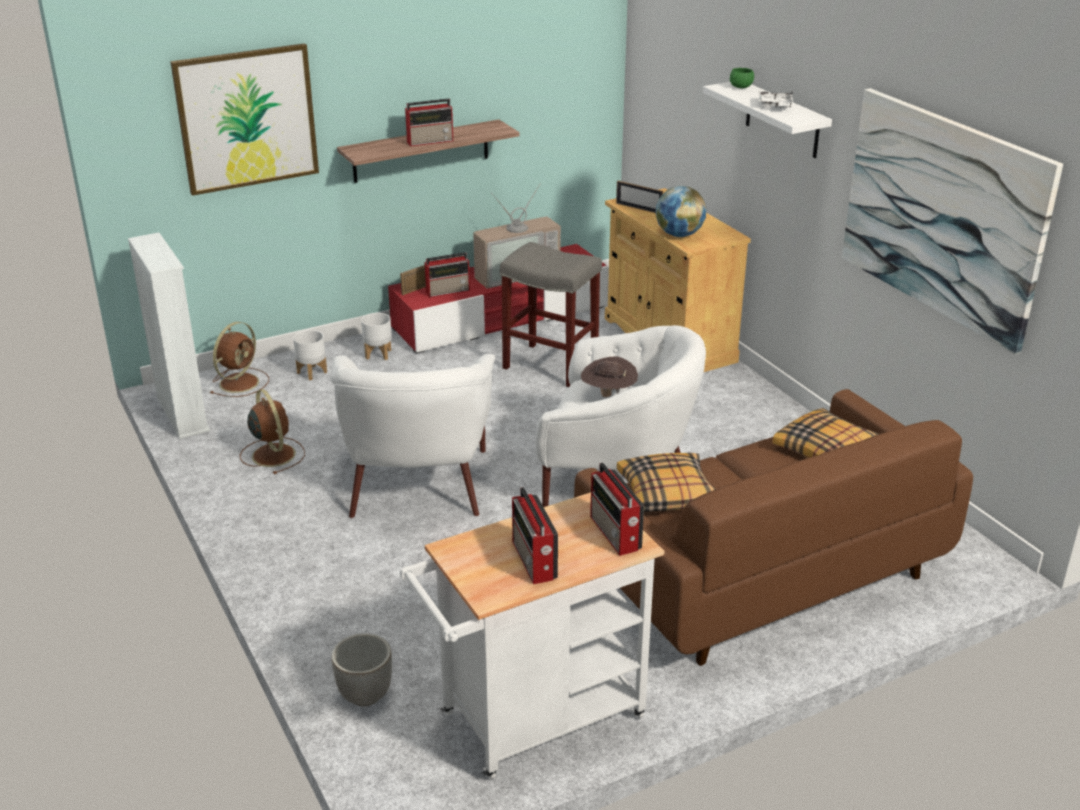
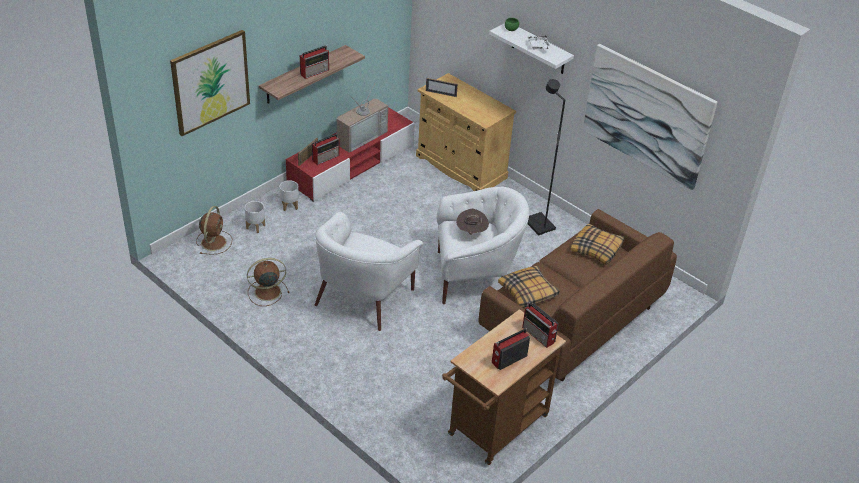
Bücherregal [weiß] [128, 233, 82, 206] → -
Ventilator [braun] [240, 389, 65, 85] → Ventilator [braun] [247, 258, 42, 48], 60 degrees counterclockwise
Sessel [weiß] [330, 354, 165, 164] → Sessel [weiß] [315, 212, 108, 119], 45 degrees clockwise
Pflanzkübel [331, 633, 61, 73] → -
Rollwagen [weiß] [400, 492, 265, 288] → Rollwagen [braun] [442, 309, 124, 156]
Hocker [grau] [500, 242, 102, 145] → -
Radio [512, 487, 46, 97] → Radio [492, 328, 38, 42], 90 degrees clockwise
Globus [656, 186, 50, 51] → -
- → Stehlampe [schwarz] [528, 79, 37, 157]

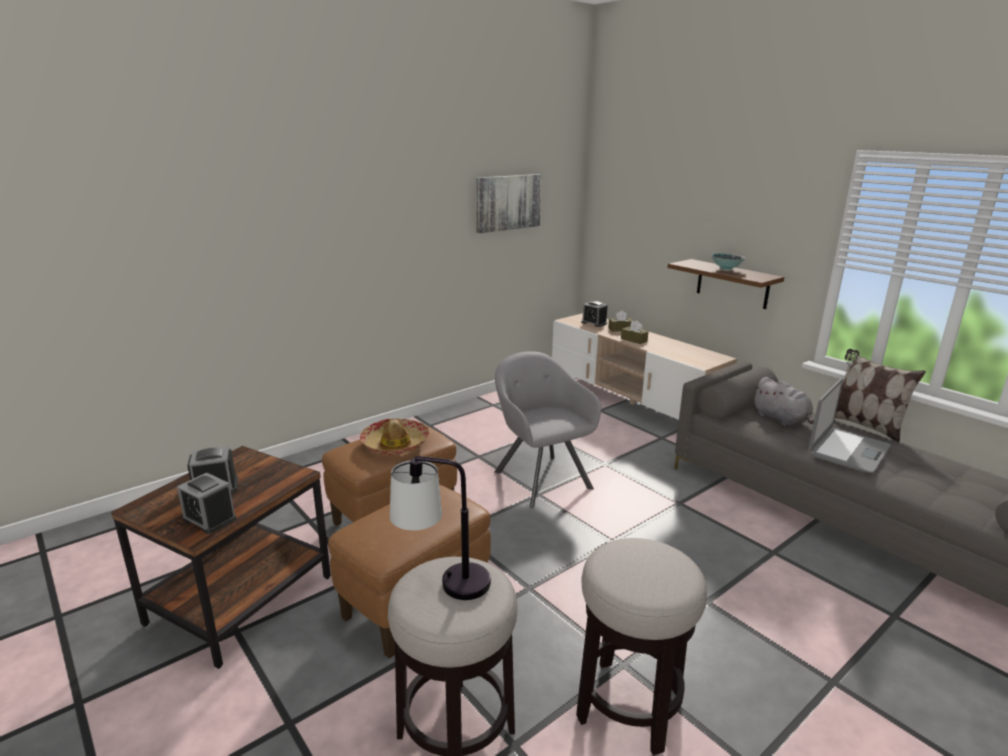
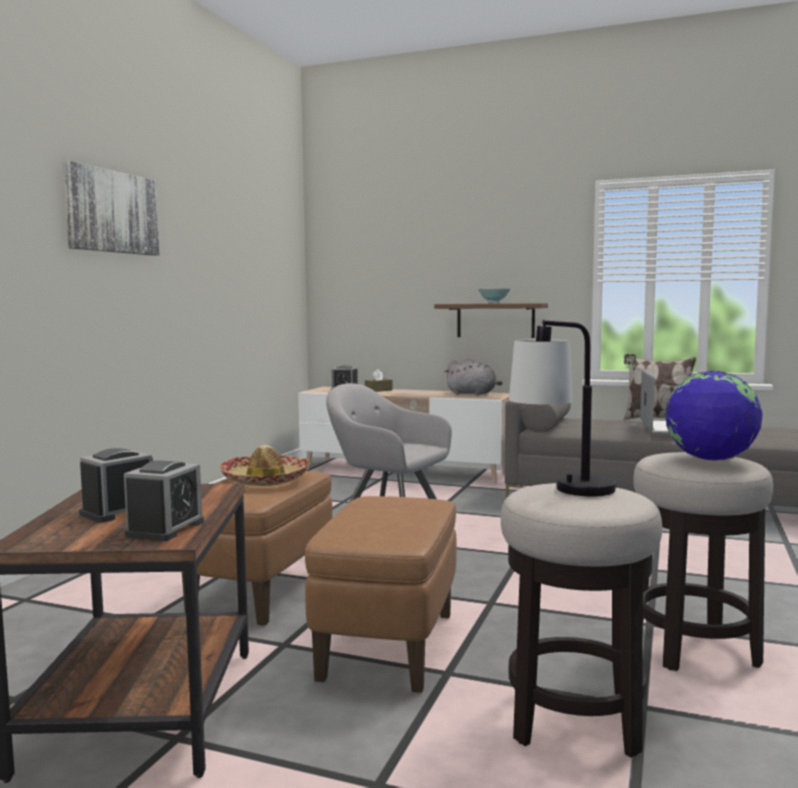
Wecker [177, 473, 59, 61] → Wecker [124, 460, 80, 81], 75 degrees counterclockwise
Bild [476, 174, 66, 59] → Bild [63, 161, 97, 95], moved
Taschentuchbox [braun] [621, 320, 27, 24] → -
Plüschtier [grau] [753, 377, 61, 49] → Plüschtier [grau] [444, 359, 58, 37], moved
- → Globus [665, 371, 97, 90]

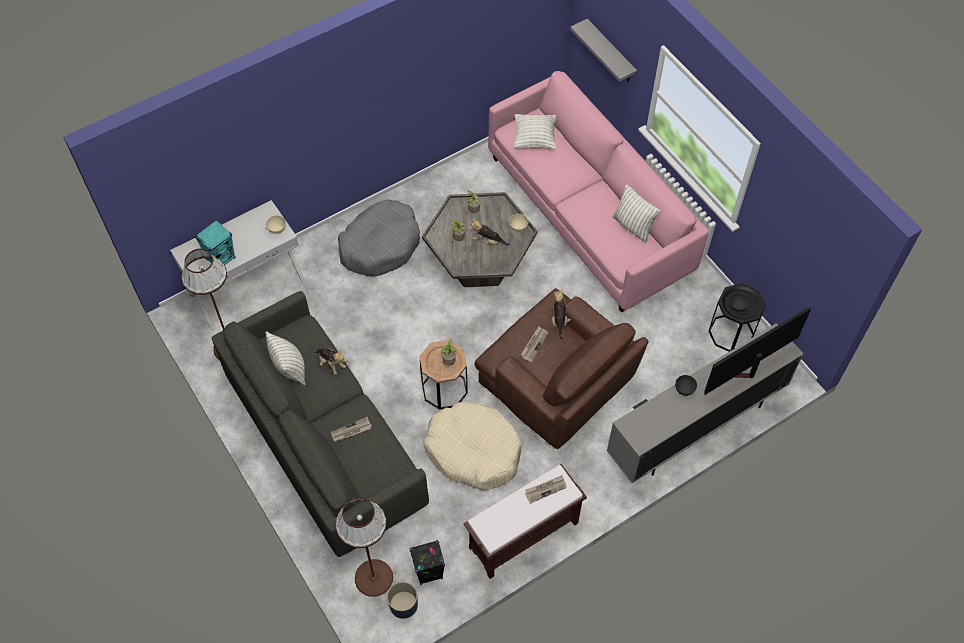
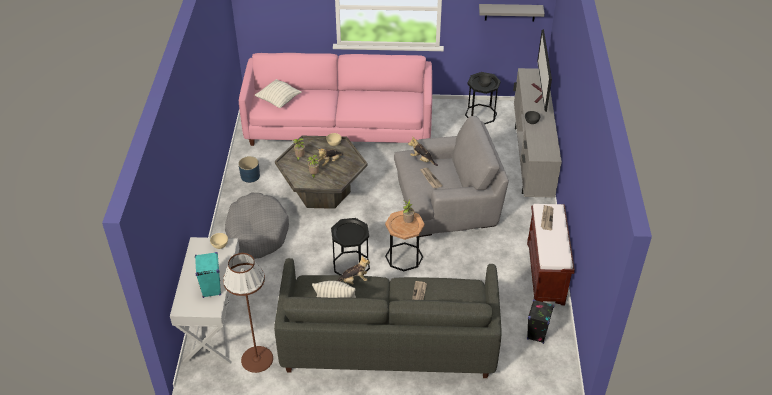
Stehlampe [braun] [336, 497, 57, 100] → -
Pflanzkübel [blau] [387, 582, 31, 37] → Pflanzkübel [blau] [238, 156, 22, 27], moved
Hundebett [beige] [424, 401, 98, 89] → -
Sessel [braun] [475, 288, 174, 161] → Sessel [grau] [394, 116, 115, 122]
Wandregal [grau] [570, 19, 67, 63] → Wandregal [grau] [479, 4, 66, 17], moved
Kissen [612, 184, 48, 59] → -
- → Beistelltisch [schwarz] [331, 218, 39, 57]

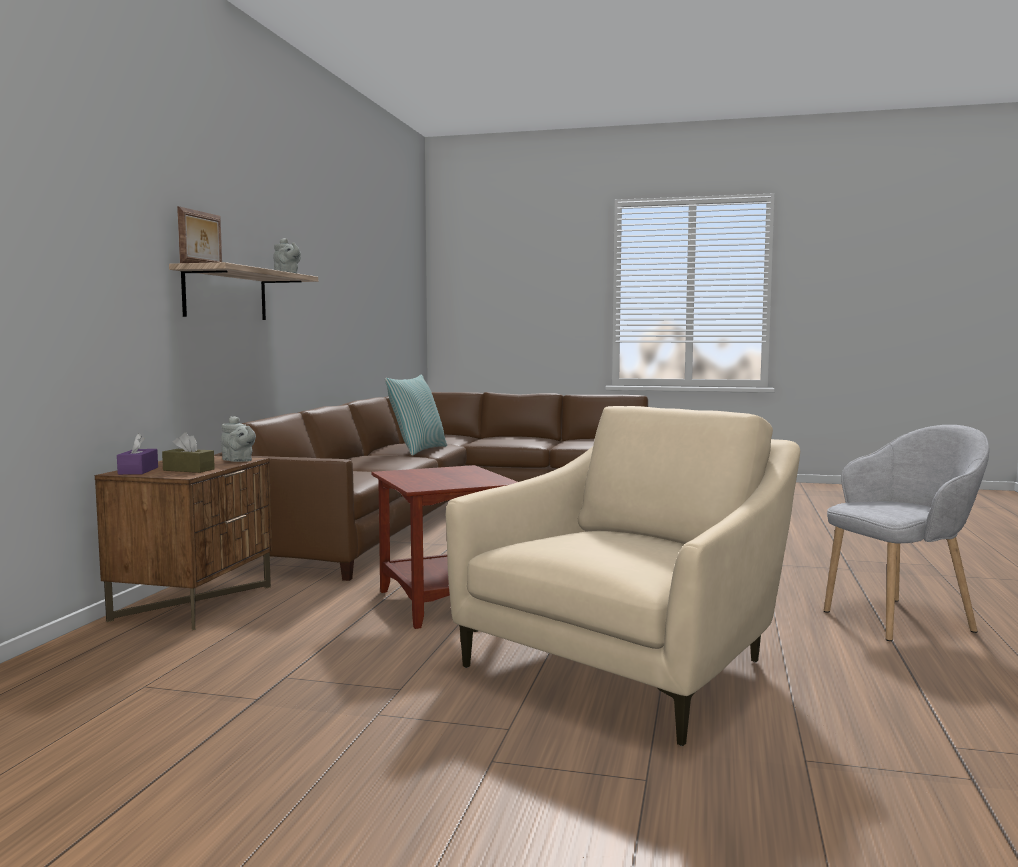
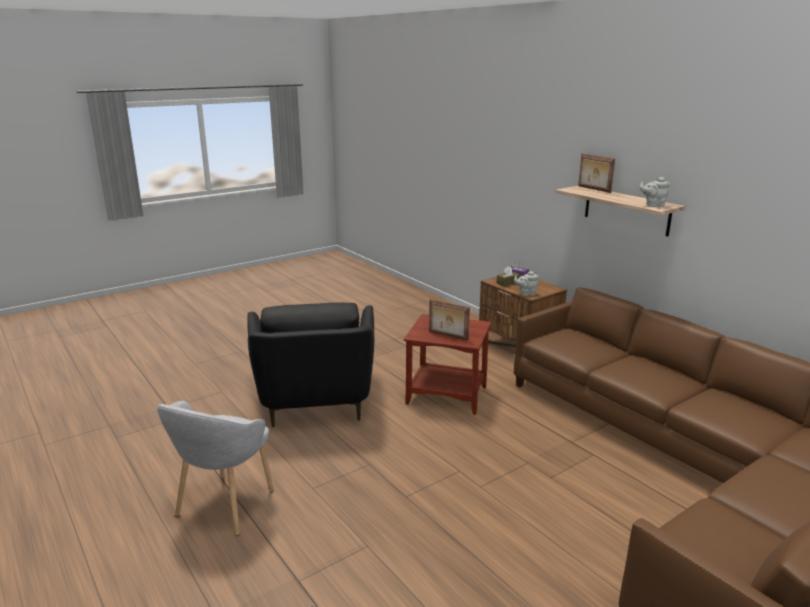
Kissen [385, 375, 62, 81] → -
Sessel [beige] [446, 406, 354, 340] → Sessel [schwarz] [247, 302, 127, 125]
- → Bilderrahmen [429, 299, 41, 41]

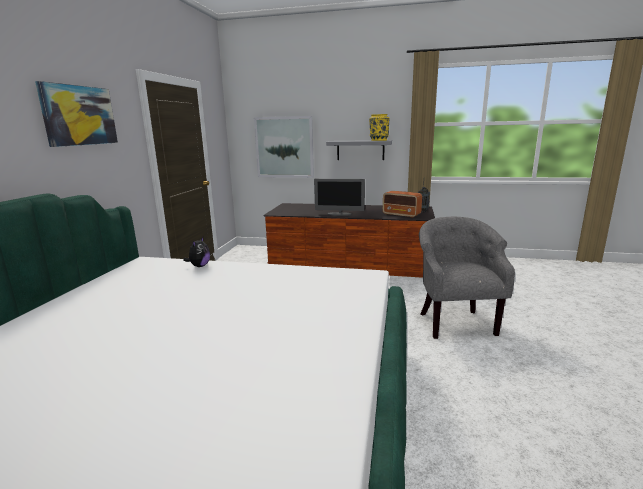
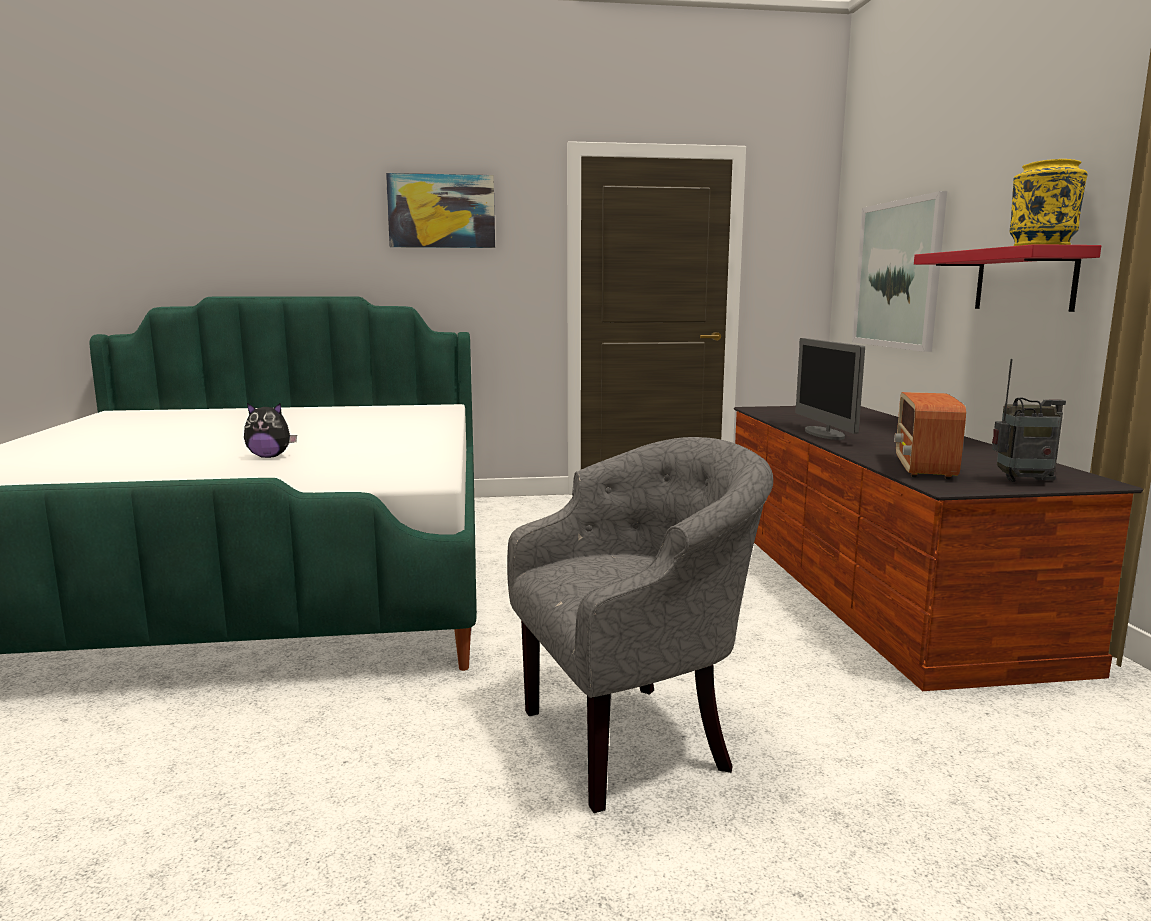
Plüschtier [183, 237, 27, 30] → Plüschtier [244, 403, 53, 55], moved
Wandregal [grau] [326, 140, 66, 20] → Wandregal [rot] [914, 244, 187, 68]

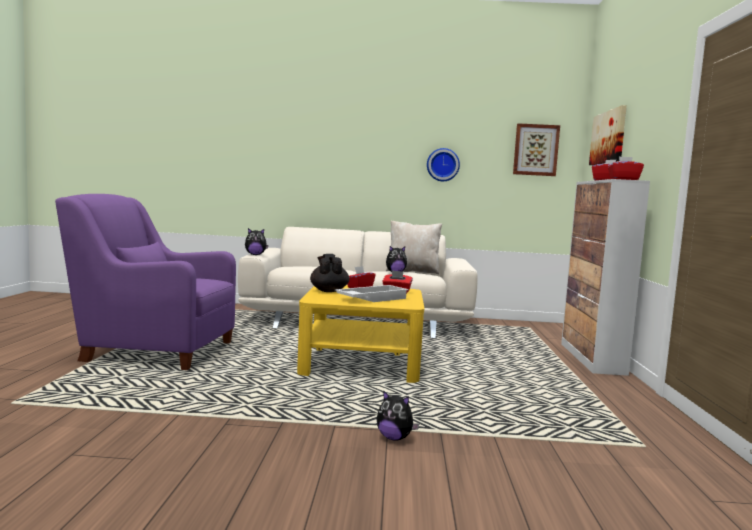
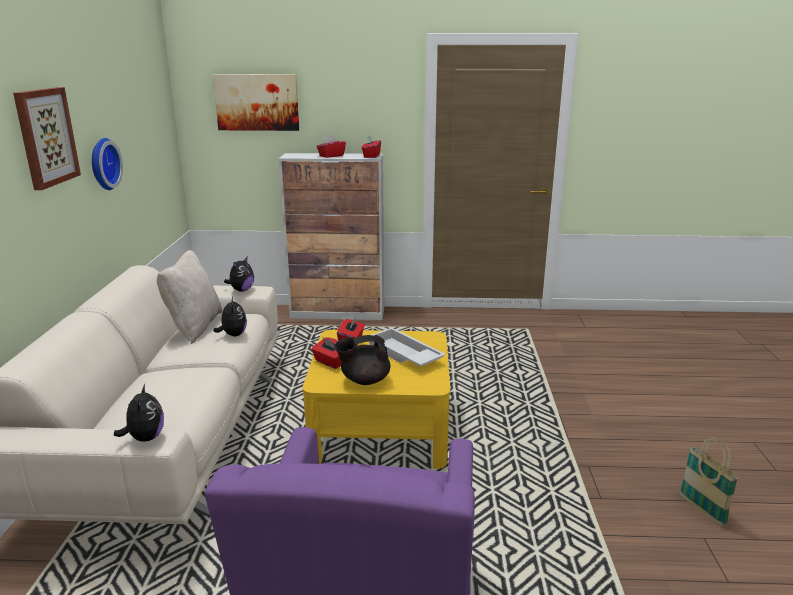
Plüschtier [377, 390, 42, 51] → Plüschtier [224, 257, 30, 35], moved
Bild [513, 123, 47, 53] → Bild [13, 87, 68, 103], moved
- → Korb [679, 437, 60, 89]

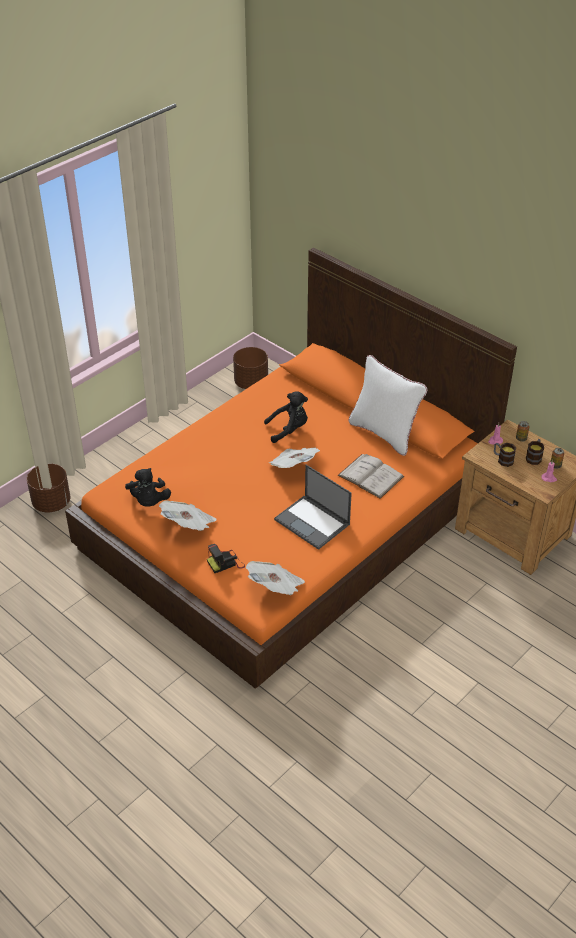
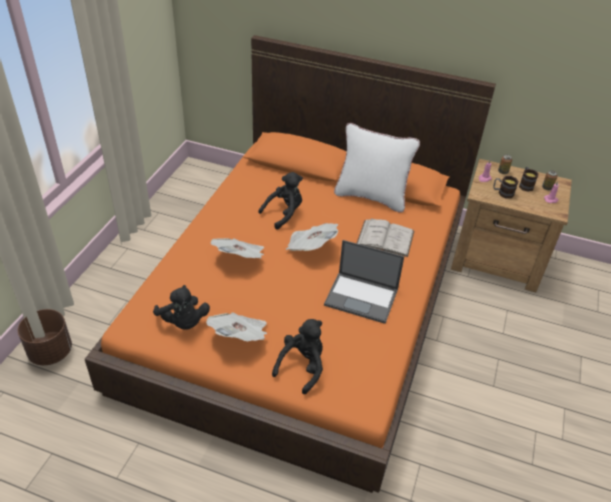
Kamera [207, 544, 38, 29] → Plüschtier [schwarz] [272, 319, 51, 75]
Pflanzkübel [braun] [233, 347, 35, 42] → -
Zeitung [246, 561, 59, 34] → Zeitung [211, 238, 53, 21], moved

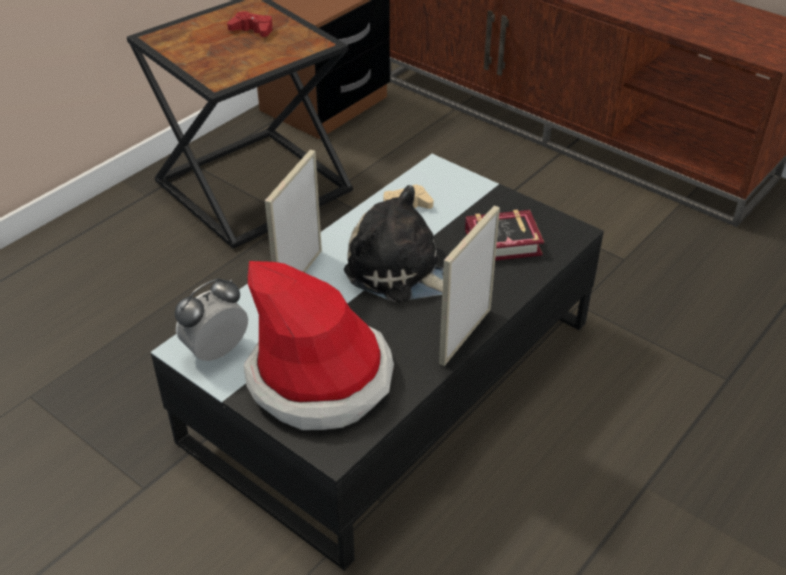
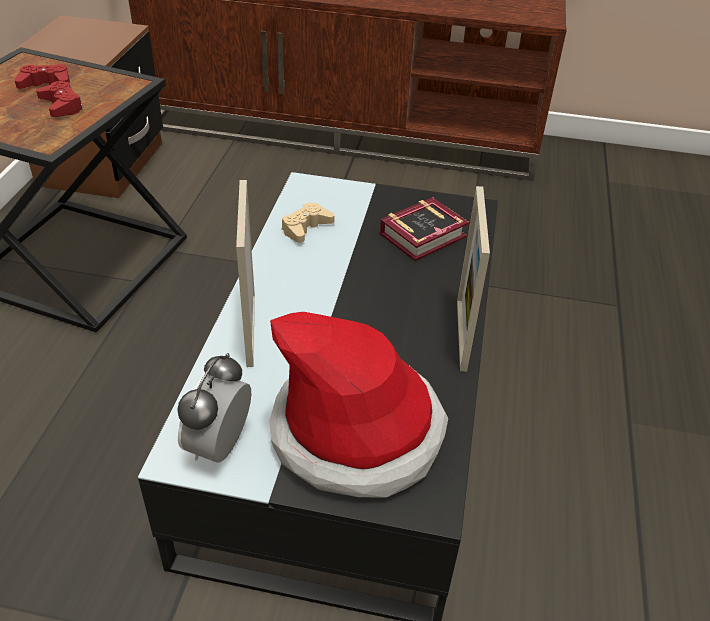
Plüschtier [344, 185, 103, 117] → -
- → Gamepad [rot] [36, 81, 48, 36]

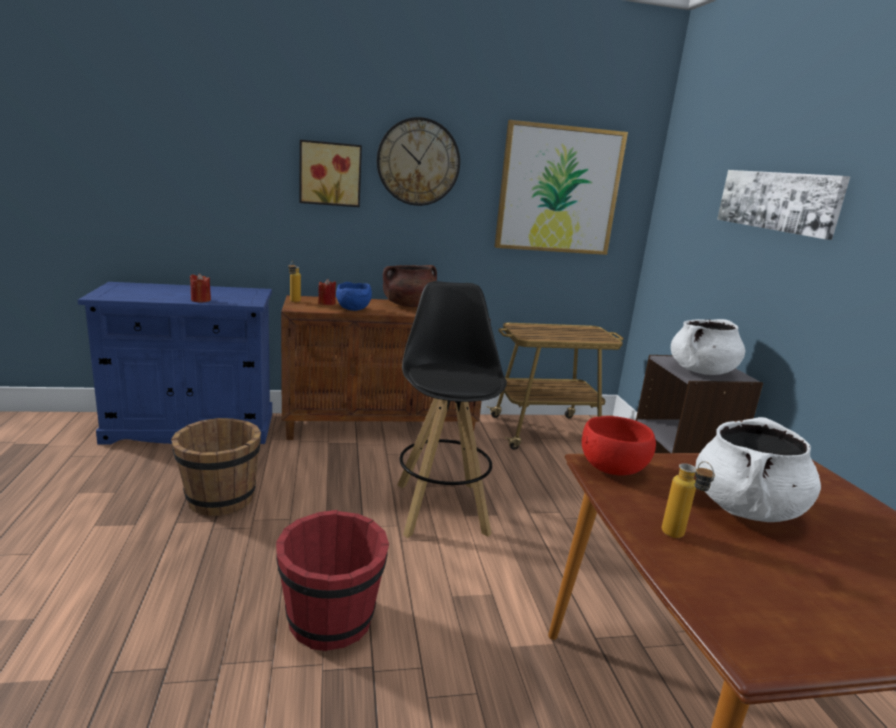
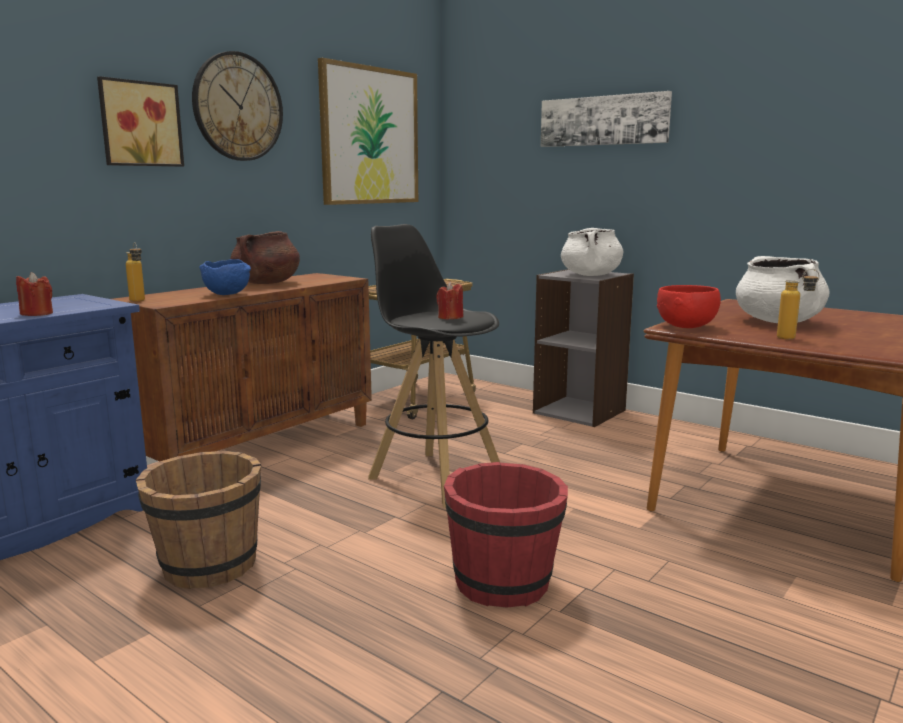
Kerze [rot] [318, 279, 18, 26] → Kerze [rot] [436, 282, 27, 38], moved

